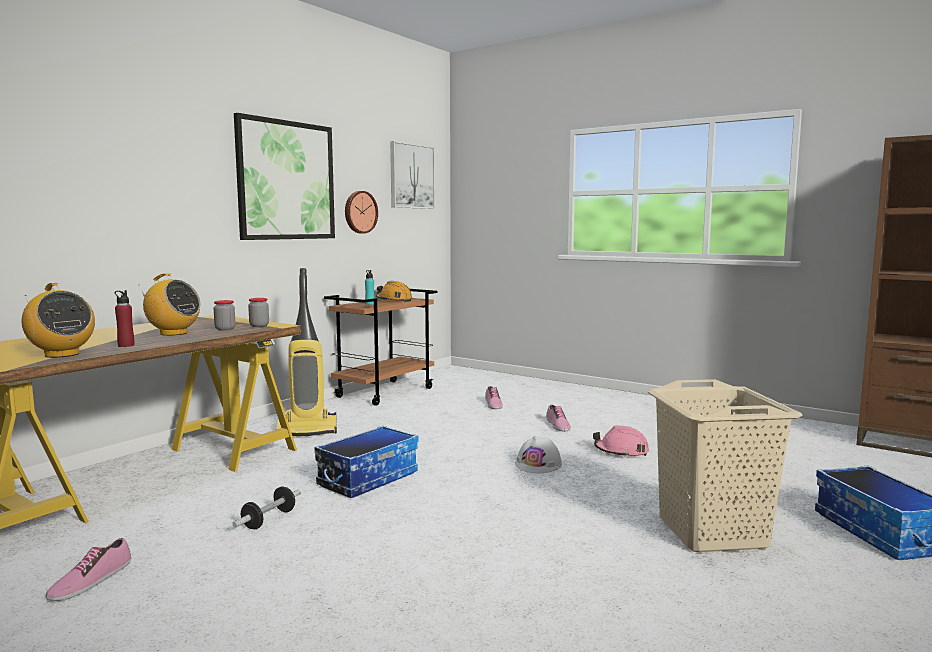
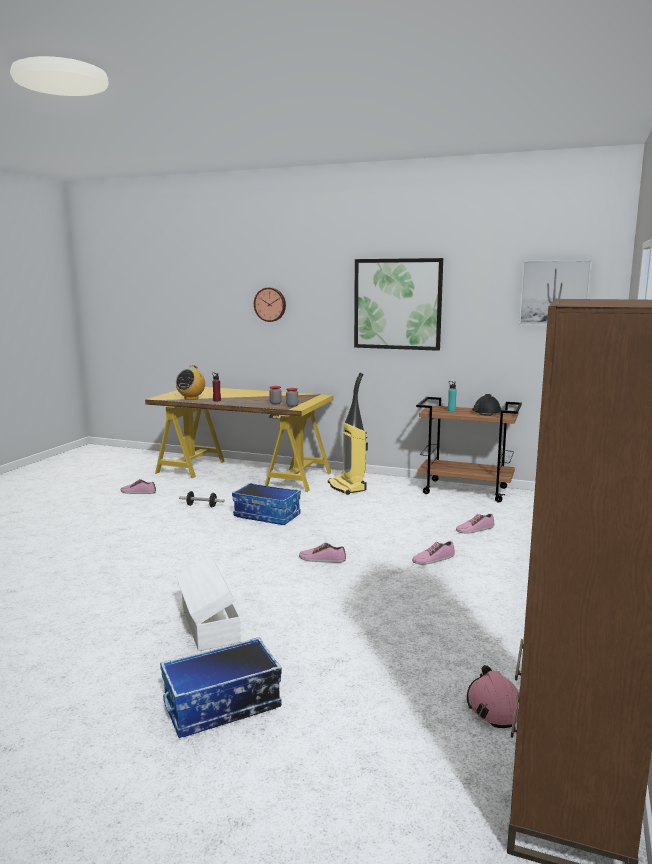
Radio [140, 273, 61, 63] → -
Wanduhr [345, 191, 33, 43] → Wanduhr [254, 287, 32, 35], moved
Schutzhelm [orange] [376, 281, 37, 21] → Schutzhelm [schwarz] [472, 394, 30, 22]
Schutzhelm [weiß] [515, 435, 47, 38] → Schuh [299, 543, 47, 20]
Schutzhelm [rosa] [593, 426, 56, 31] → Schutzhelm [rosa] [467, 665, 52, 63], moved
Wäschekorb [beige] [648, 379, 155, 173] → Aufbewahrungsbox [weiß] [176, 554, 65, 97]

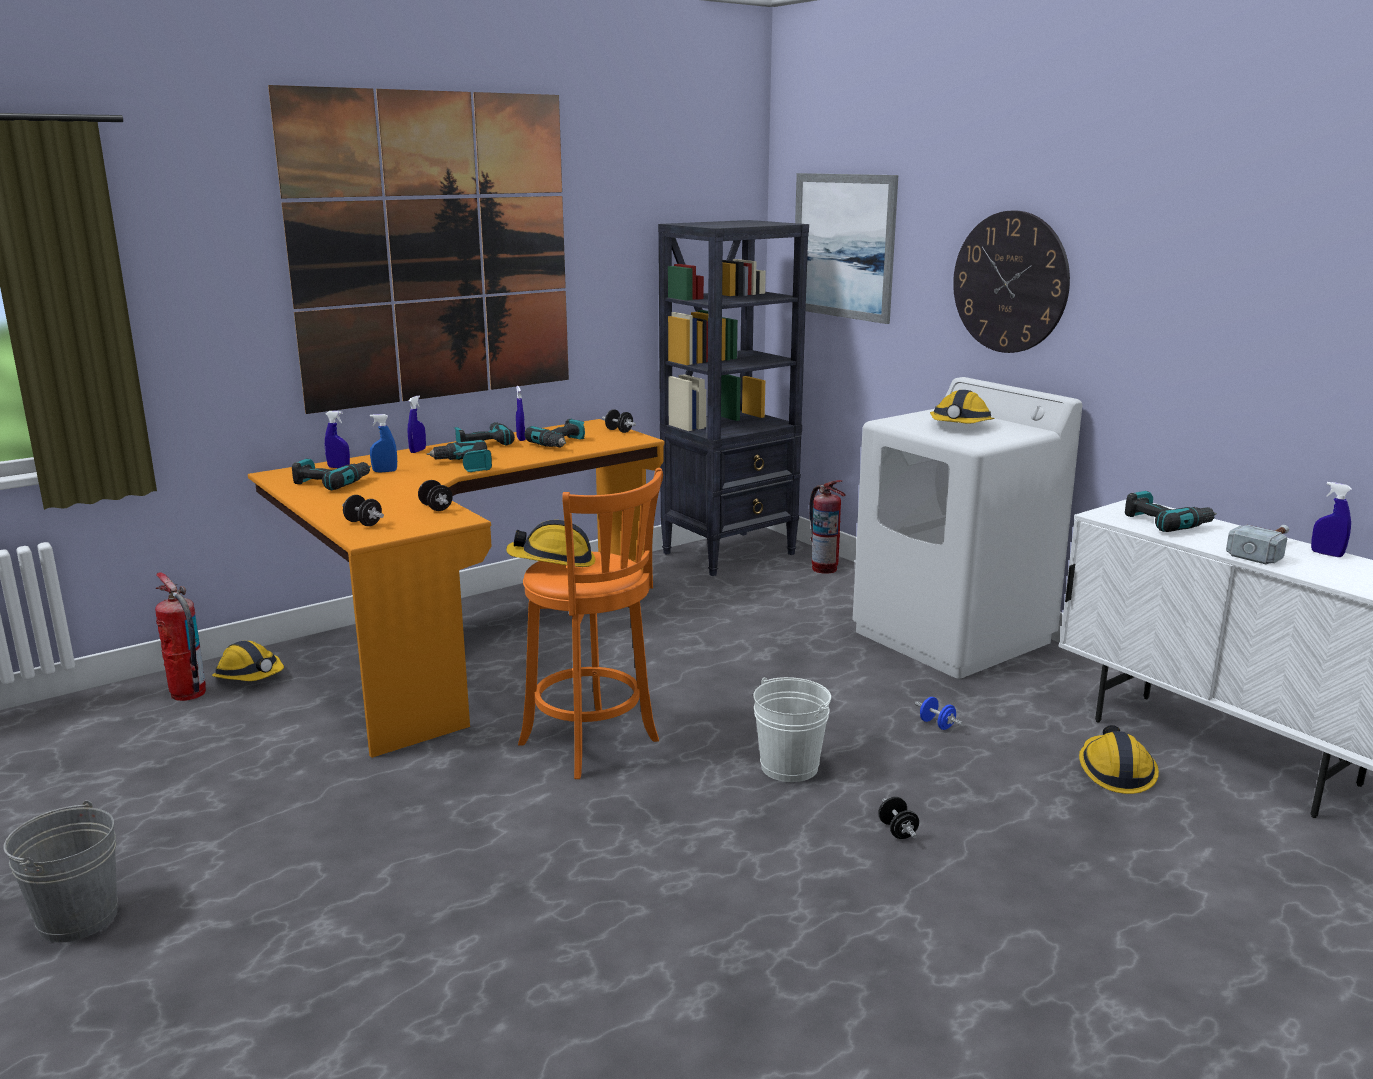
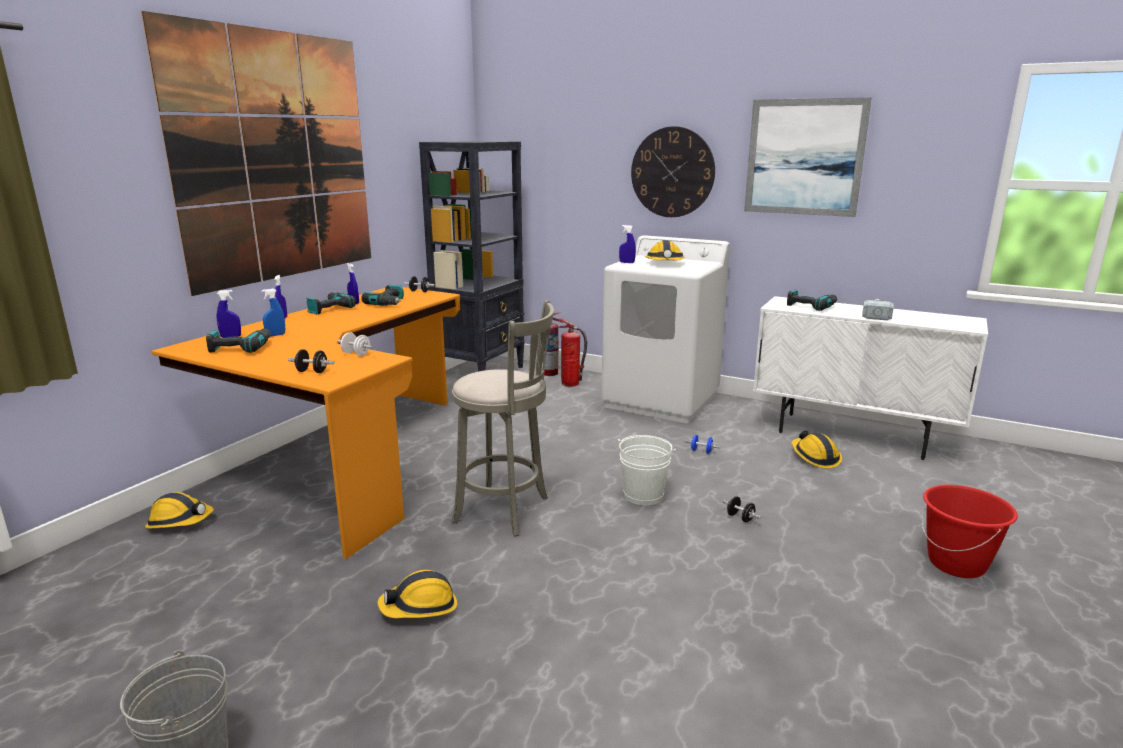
Feuerlöscher [155, 572, 51, 129] → Feuerlöscher [556, 319, 31, 68], moved
Hantel [schwarz] [418, 480, 35, 31] → Hantel [weiß] [338, 332, 35, 24]
Bohrmaschine [427, 440, 65, 32] → -
Schutzhelm [506, 520, 89, 47] → Schutzhelm [378, 570, 79, 48], moved
Hocker [orange] [518, 468, 145, 311] → Hocker [grau] [451, 300, 103, 236]
Bild [795, 173, 103, 151] → Bild [744, 97, 128, 120], moved
Sprühflasche [blau] [1311, 482, 41, 75] → Sprühflasche [blau] [619, 225, 17, 38], moved
- → Eimer [rot] [922, 485, 96, 93]

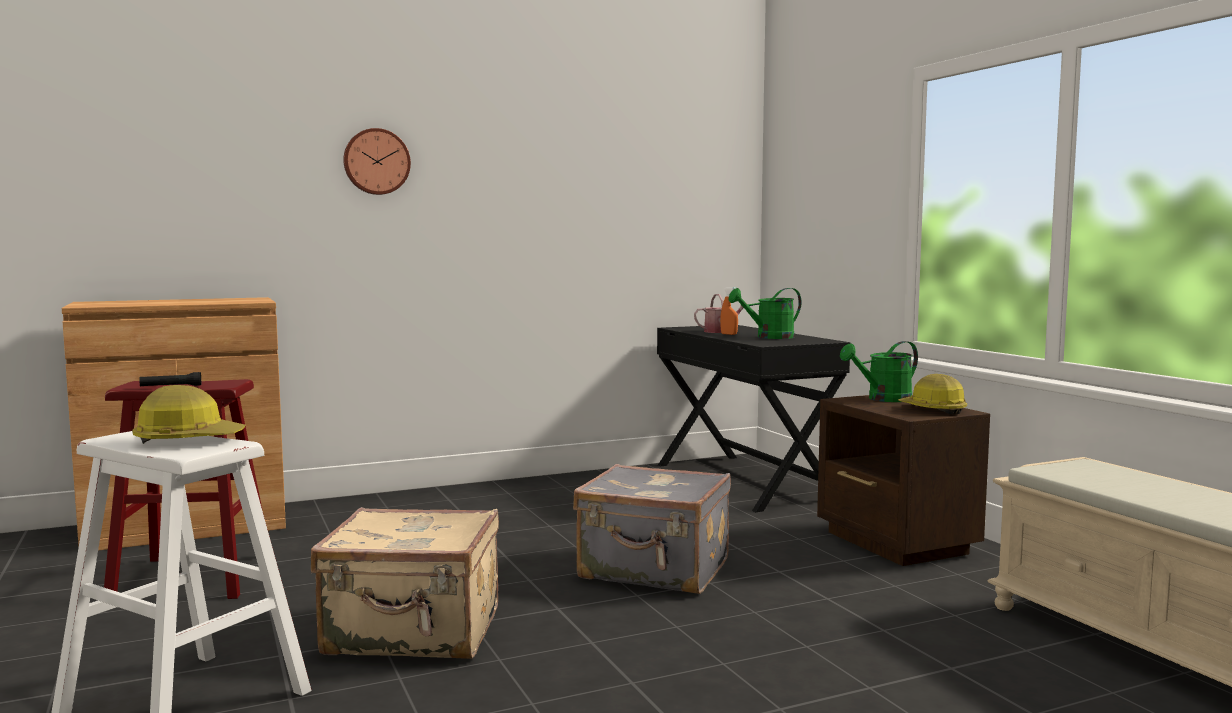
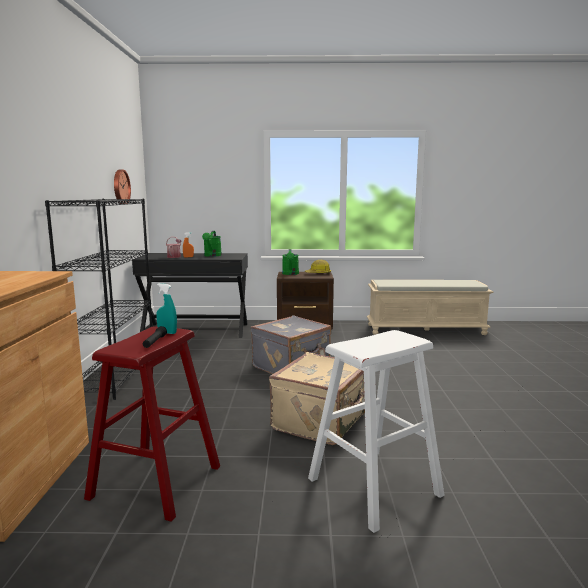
Schutzhelm [132, 385, 113, 59] → -
Wanduhr [343, 128, 68, 67] → Wanduhr [114, 169, 17, 35], moved
- → Bücherregal [schwarz] [45, 199, 107, 201]
- → Sprühflasche [türkis] [156, 283, 21, 51]

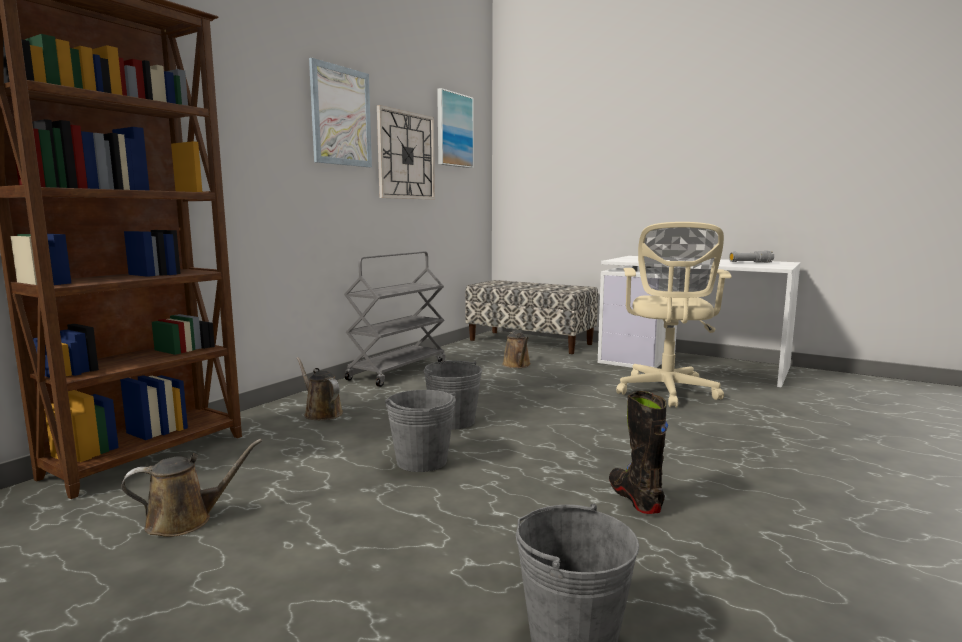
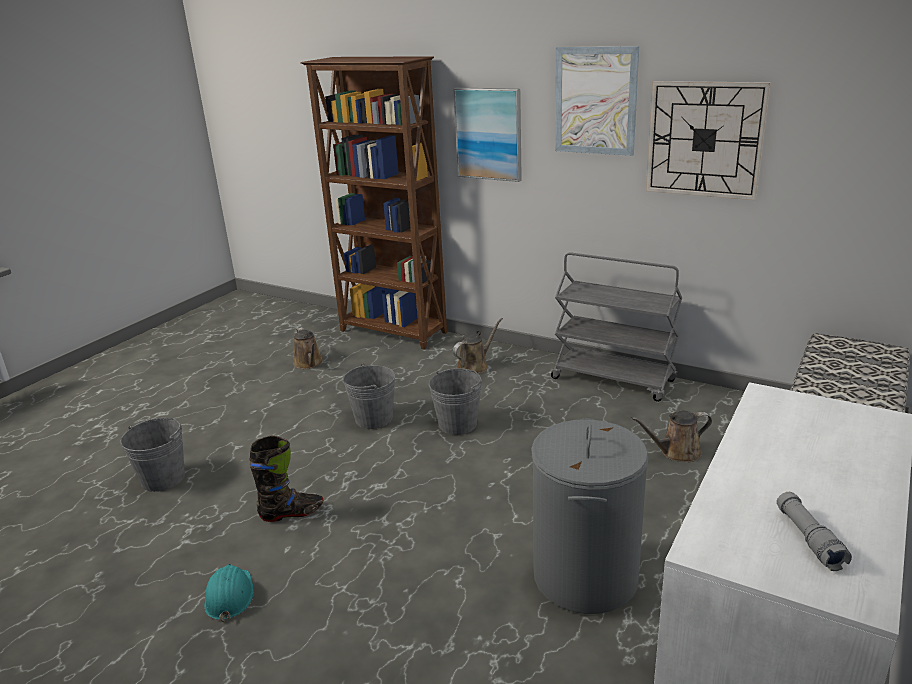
Bild [437, 88, 37, 80] → Bild [453, 87, 69, 95], moved
Bürostuhl [beige] [616, 222, 115, 186] → Wäschekorb [grau] [531, 418, 117, 196]
- → Schutzhelm [türkis] [204, 564, 50, 59]

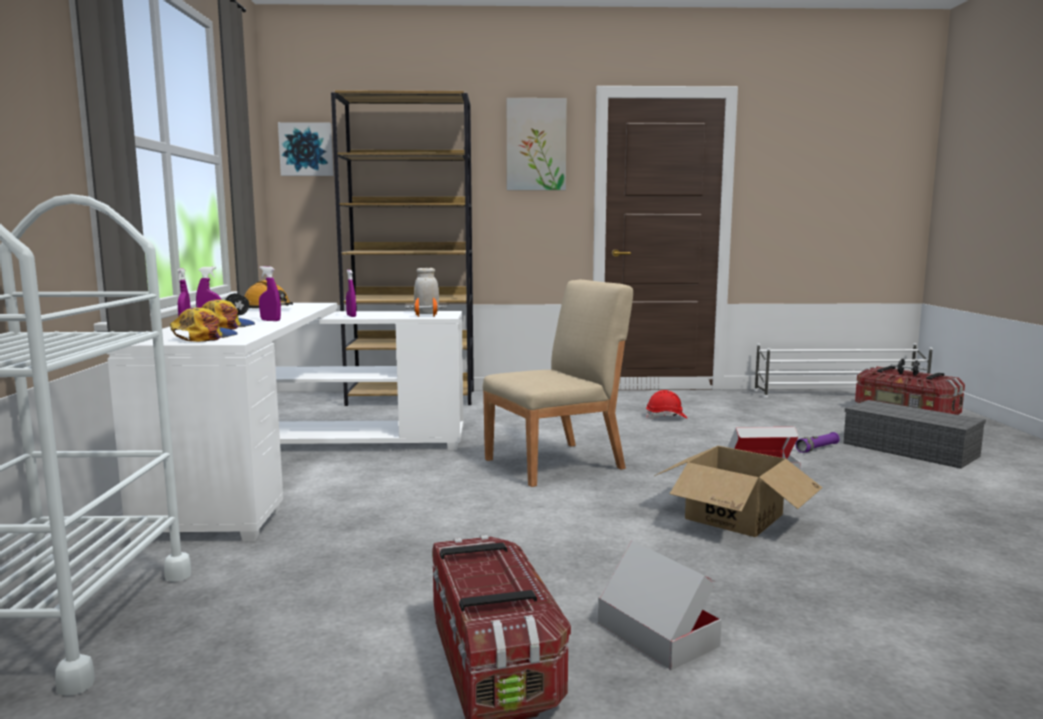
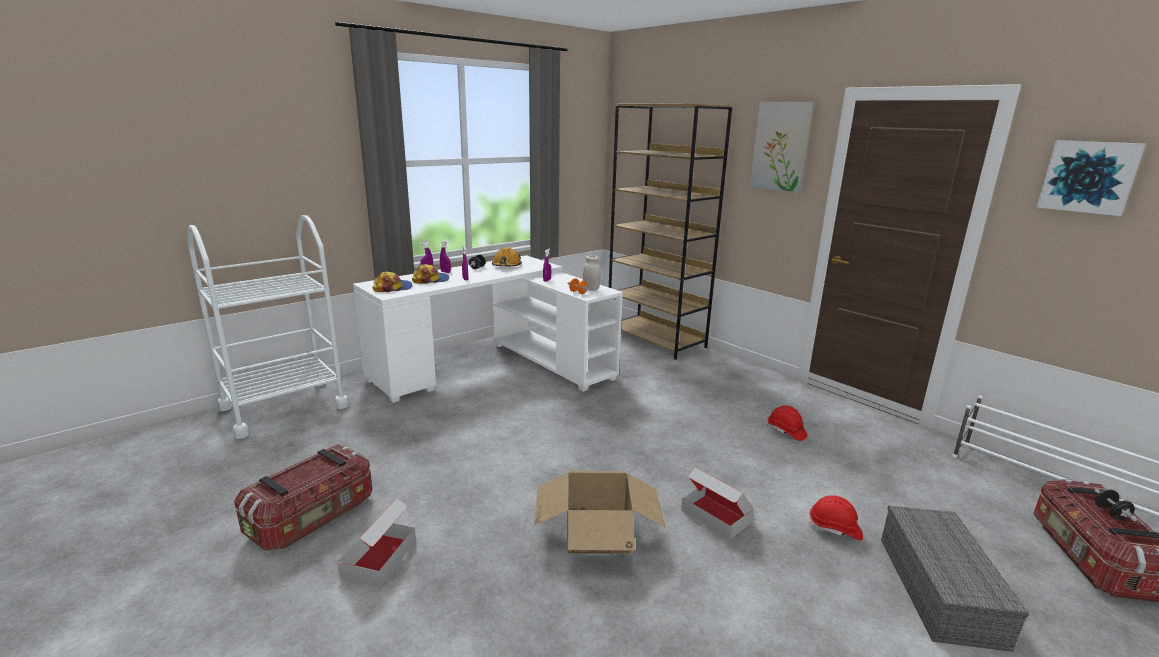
Bild [278, 122, 56, 54] → Bild [1036, 140, 110, 76], moved
Stuhl [beige] [483, 280, 150, 207] → -
Taschenlampe [lila] [796, 432, 44, 21] → Schutzhelm [rot] [807, 495, 56, 46]

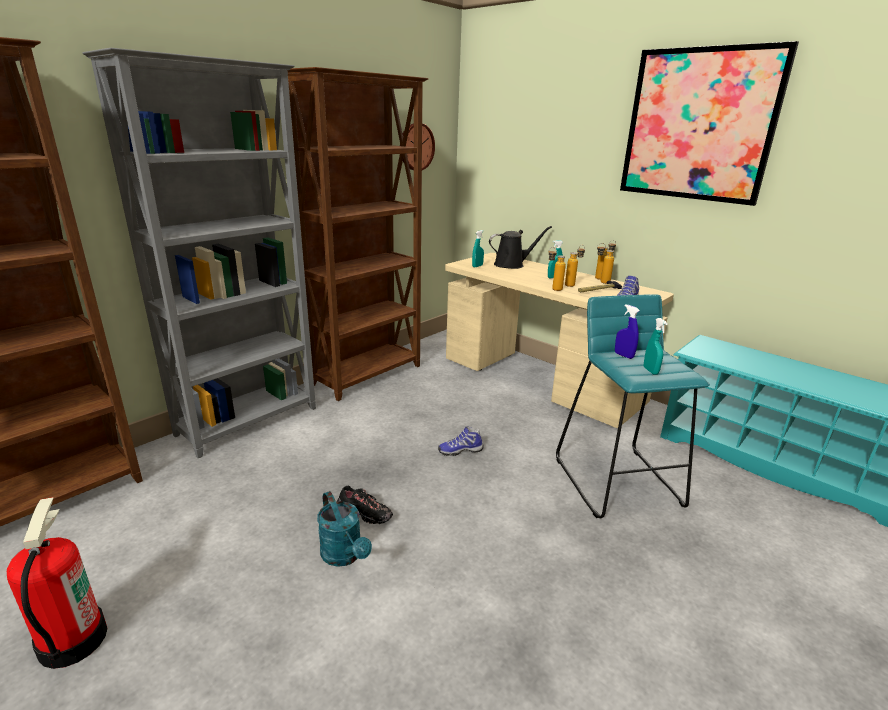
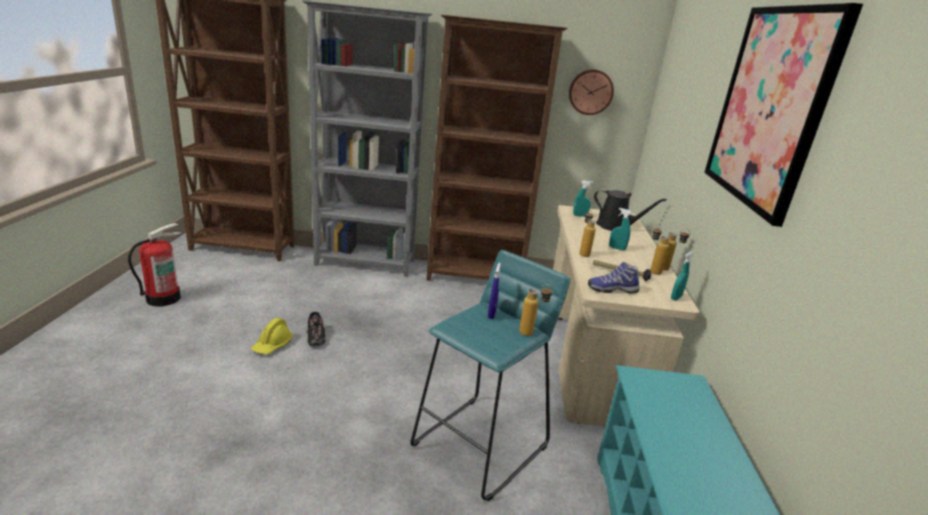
Gießkanne [türkis] [317, 491, 55, 76] → Schutzhelm [gelb] [251, 318, 42, 36]
Schuh [438, 426, 45, 30] → -
Flasche [565, 245, 20, 42] → Flasche [519, 285, 34, 51], moved
Sprühflasche [türkis] [644, 318, 24, 57] → Sprühflasche [türkis] [671, 251, 22, 49], moved

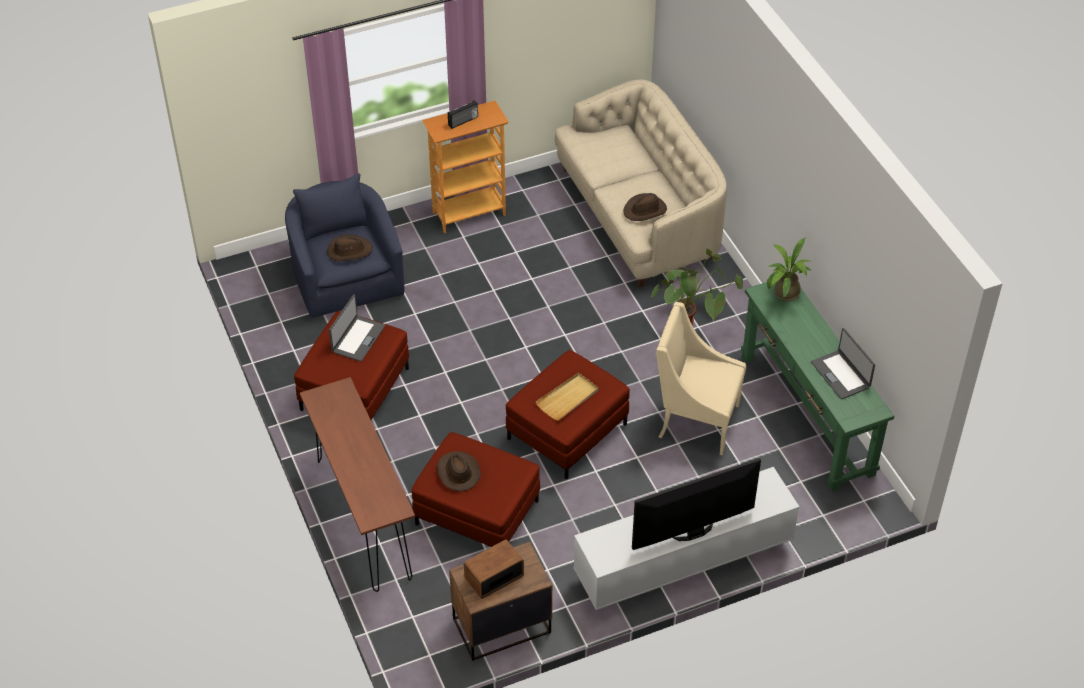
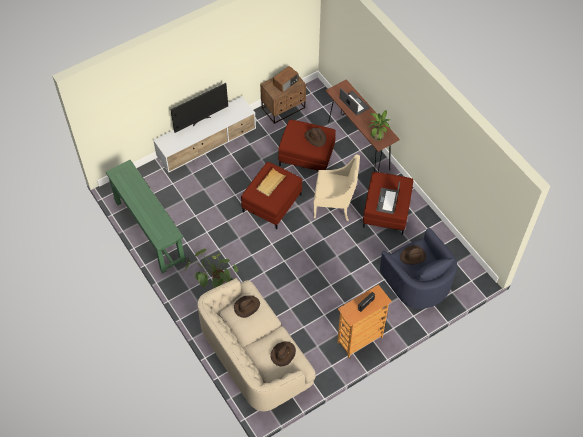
Sessel [beige] [656, 302, 90, 154] → Sessel [beige] [314, 154, 46, 67], moved
Topfpflanze [767, 238, 45, 63] → Topfpflanze [368, 110, 22, 31], moved
Laptop [811, 328, 64, 71] → Laptop [340, 88, 30, 28], moved
- → Hut [braun] [270, 341, 26, 25]

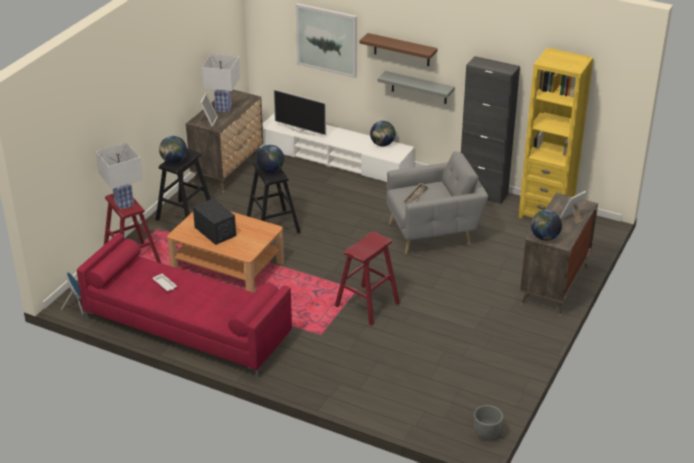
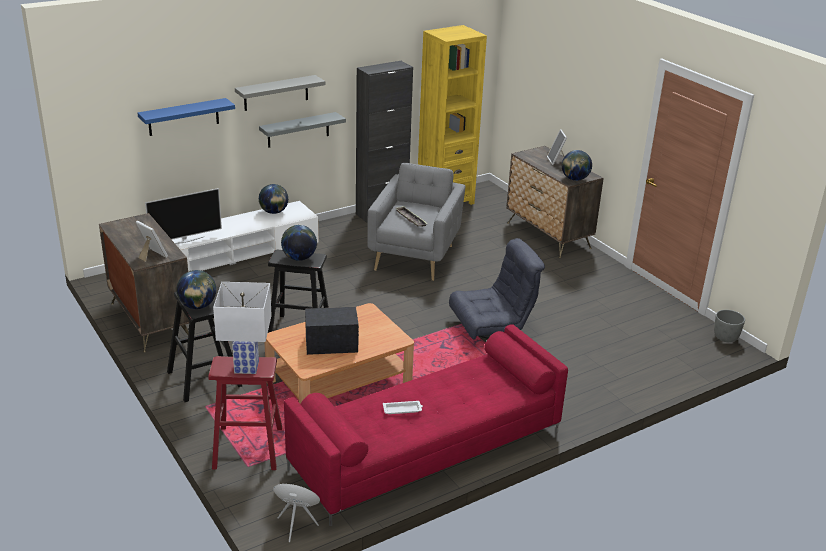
Tischlampe [weiß] [202, 54, 38, 58] → -
Bild [296, 3, 61, 75] → Wandregal [blau] [138, 98, 97, 38]
Hocker [rot] [335, 232, 65, 94] → Sessel [grau] [449, 238, 96, 102]
Wandregal [braun] [360, 33, 77, 33] → Wandregal [grau] [235, 75, 90, 36]

